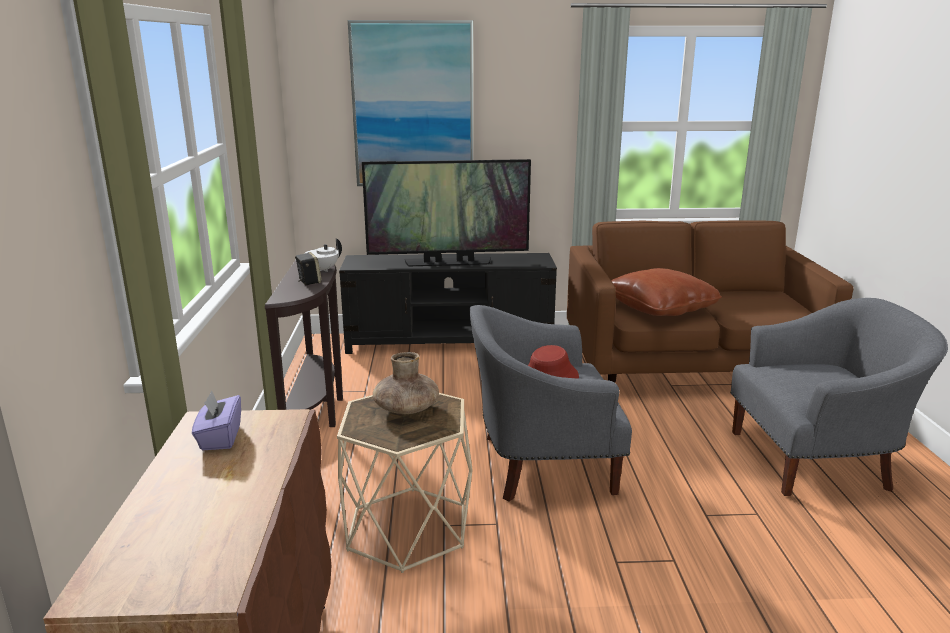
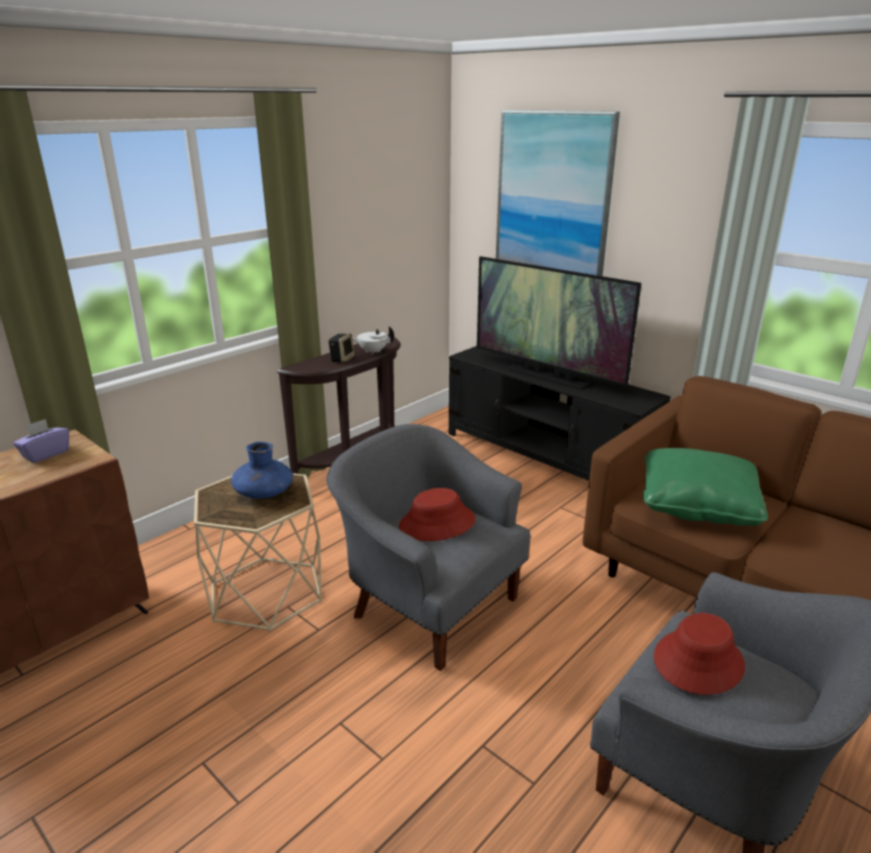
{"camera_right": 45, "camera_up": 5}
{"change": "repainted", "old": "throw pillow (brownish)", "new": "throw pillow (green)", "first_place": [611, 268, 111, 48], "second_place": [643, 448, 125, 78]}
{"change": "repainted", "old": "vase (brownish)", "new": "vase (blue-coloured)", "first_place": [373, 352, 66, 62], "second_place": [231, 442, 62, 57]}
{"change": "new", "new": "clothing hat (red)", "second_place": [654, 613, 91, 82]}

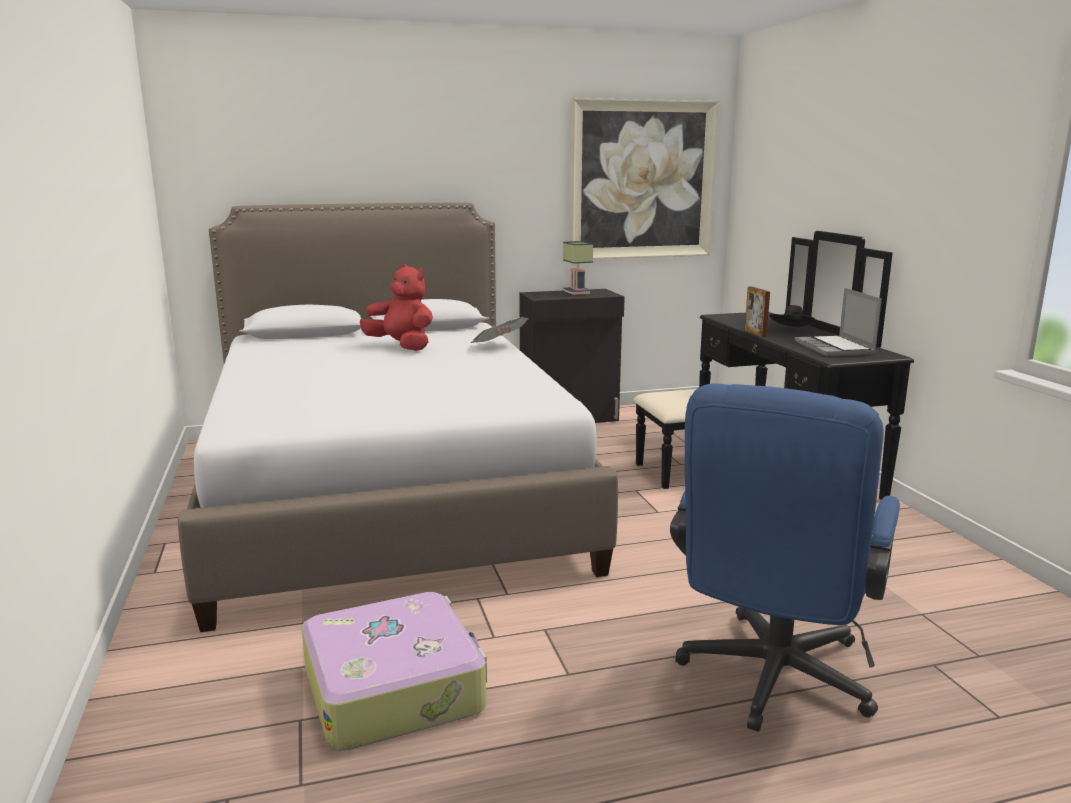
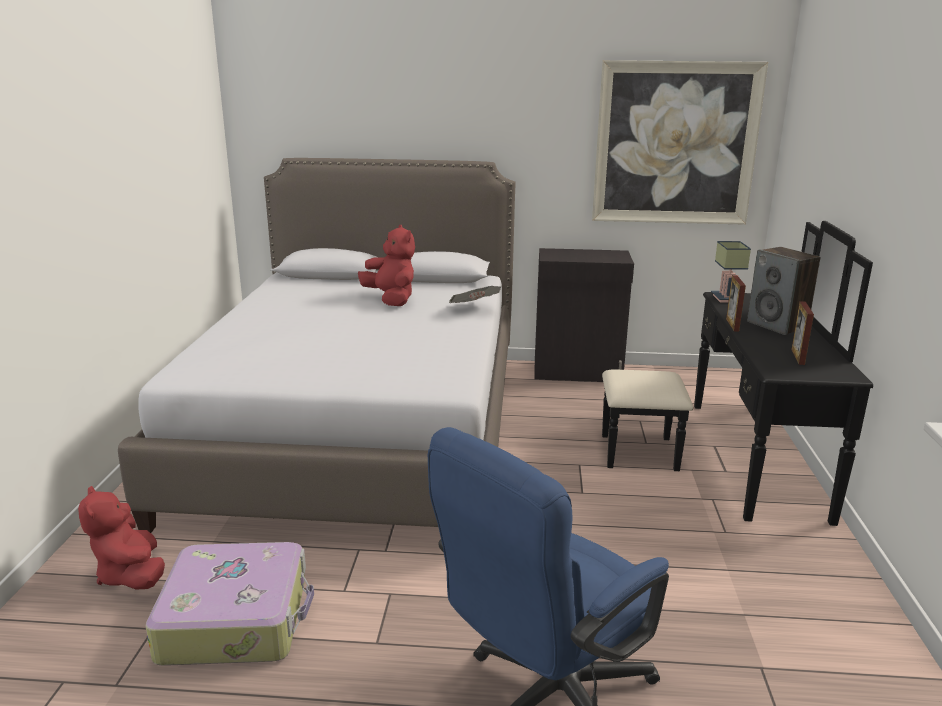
{"camera_right": 20, "camera_up": 5}
{"change": "shifted", "old": "table lamp", "first_place": [563, 241, 30, 54], "second_place": [711, 241, 40, 62]}
{"change": "swapped", "old": "notebook computer", "new": "standing frame", "first_place": [795, 288, 87, 68], "second_place": [791, 301, 23, 64]}
{"change": "swapped", "old": "clothing hat (black-coloured)", "new": "speaker", "first_place": [770, 305, 46, 23], "second_place": [747, 247, 73, 88]}
{"change": "new", "new": "cuddly toy (red)", "second_place": [78, 486, 87, 104]}

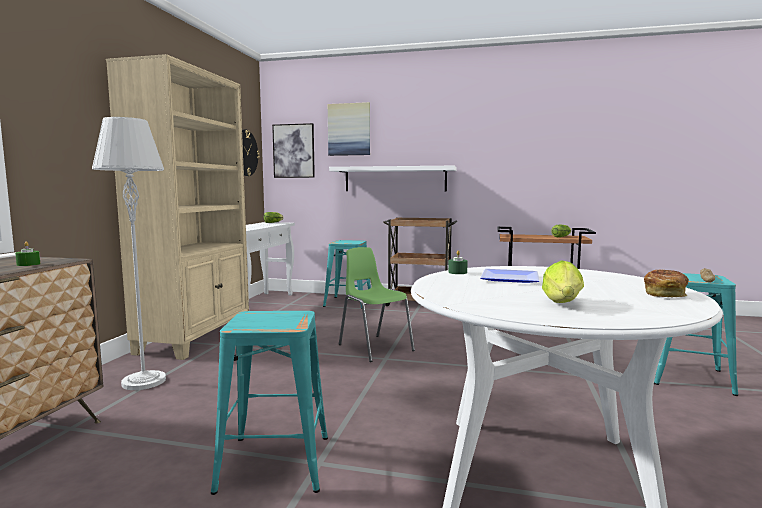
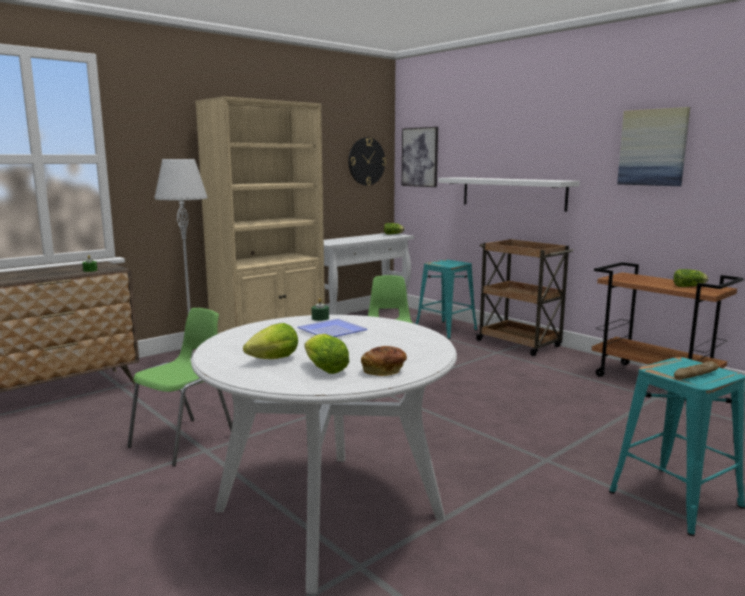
{"camera_right": 35, "camera_up": 5}
{"change": "shifted", "old": "picture", "first_place": [328, 102, 42, 54], "second_place": [617, 107, 73, 79]}
{"change": "swapped", "old": "stool (blue-green)", "new": "plain chair (green)", "first_place": [211, 311, 117, 184], "second_place": [127, 308, 105, 158]}
{"change": "new", "new": "lettuce", "second_place": [304, 334, 45, 40]}

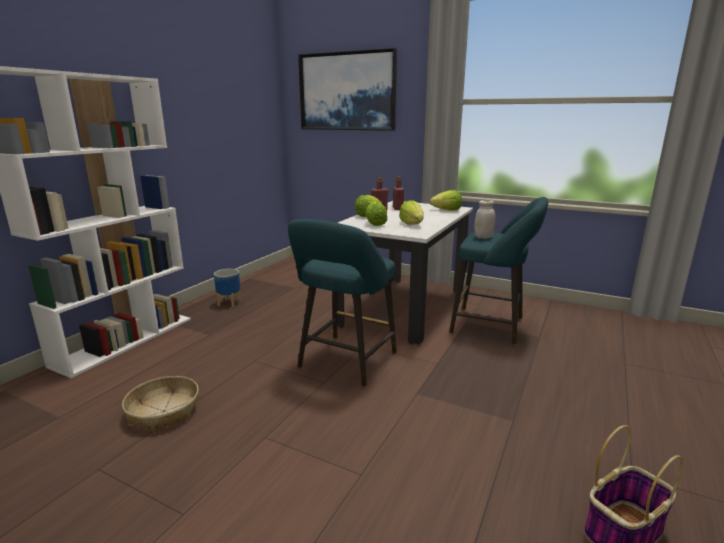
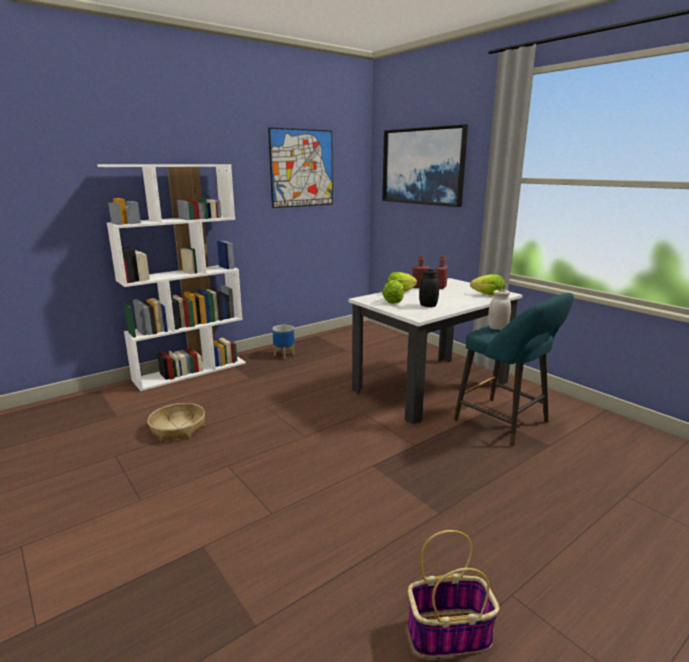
{"camera_right": 25, "camera_up": 0}
{"change": "swapped", "old": "lettuce", "new": "jar (black-coloured)", "first_place": [399, 200, 25, 25], "second_place": [419, 269, 20, 38]}
{"change": "gone", "old": "stool (blue-green)", "first_place": [288, 219, 109, 168]}
{"change": "new", "new": "picture", "second_place": [268, 127, 65, 81]}

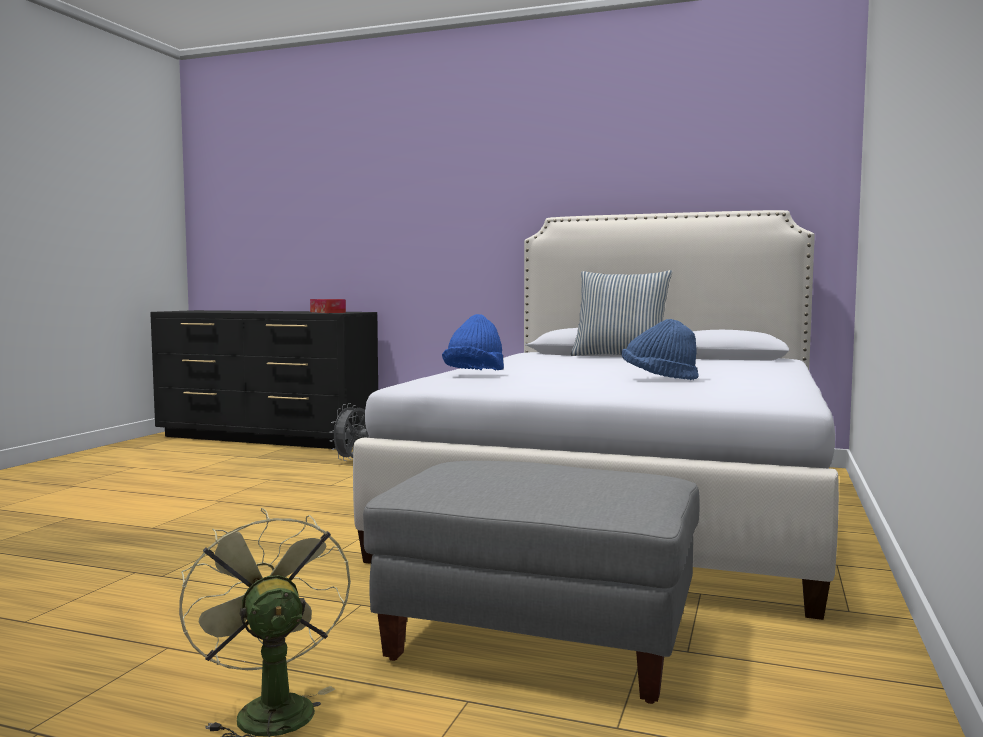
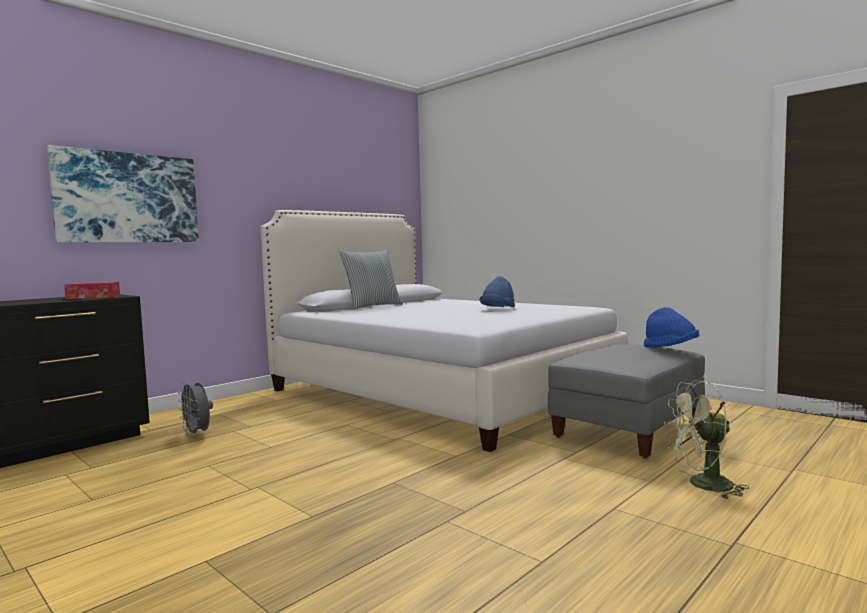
{"camera_right": -65, "camera_up": 0}
{"change": "shifted", "old": "clothing hat (blue-coloured)", "first_place": [442, 314, 62, 56], "second_place": [644, 307, 55, 41]}
{"change": "new", "new": "picture", "second_place": [47, 145, 152, 98]}

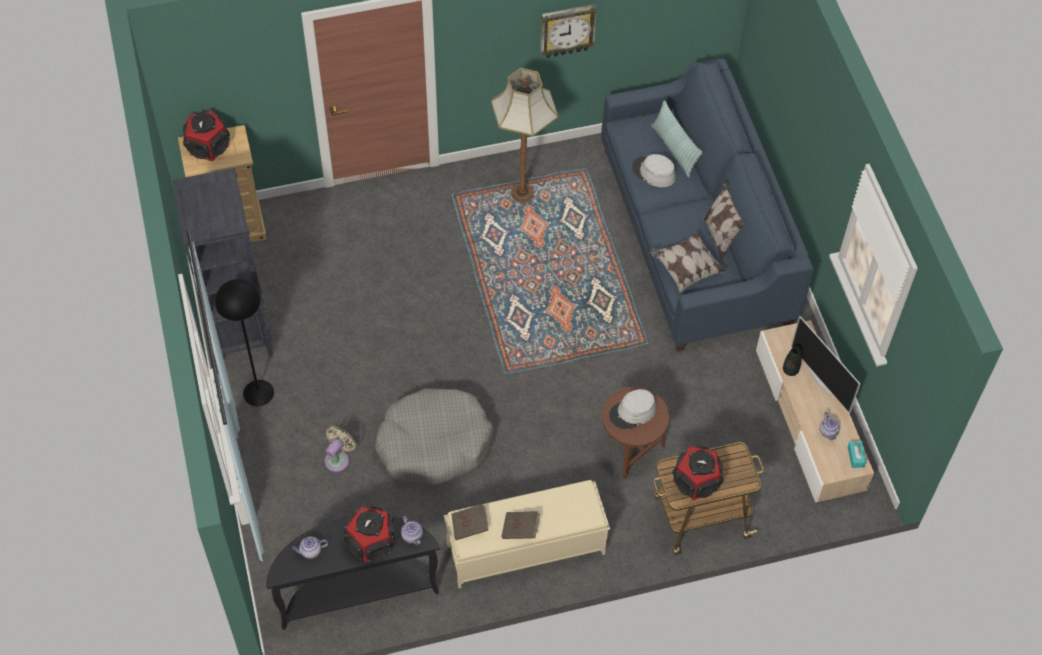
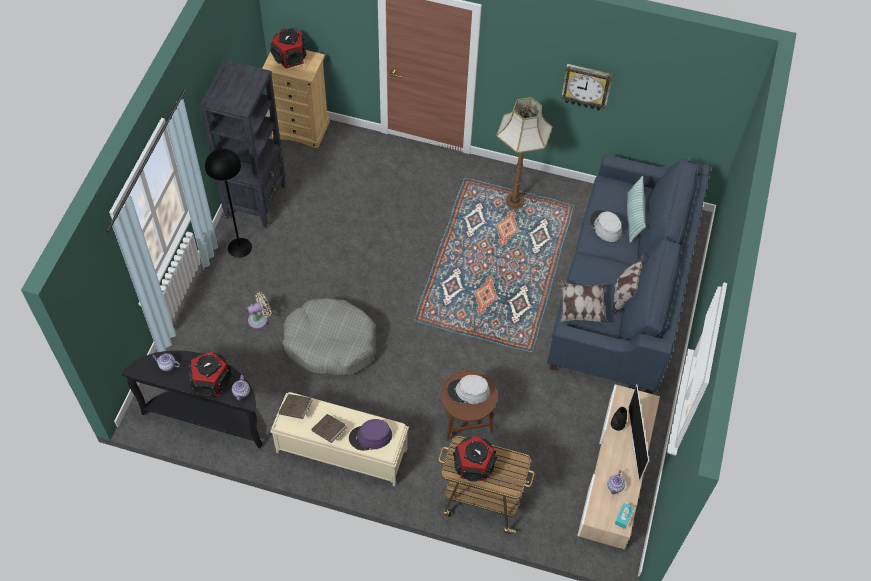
{"camera_right": 30, "camera_up": 0}
{"change": "new", "new": "clothing hat (purple)", "second_place": [349, 419, 43, 32]}

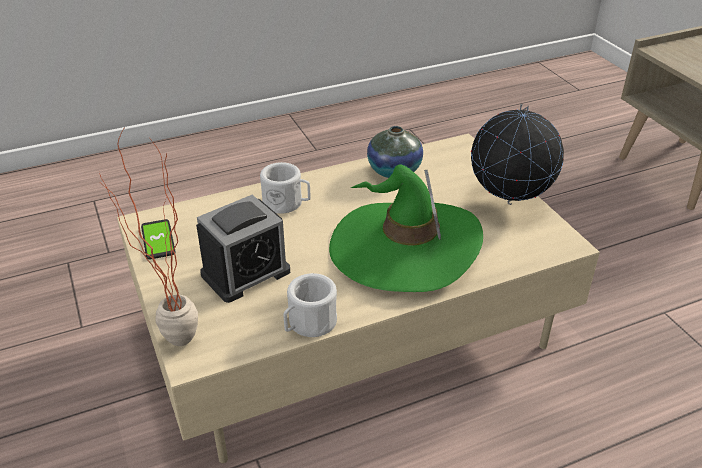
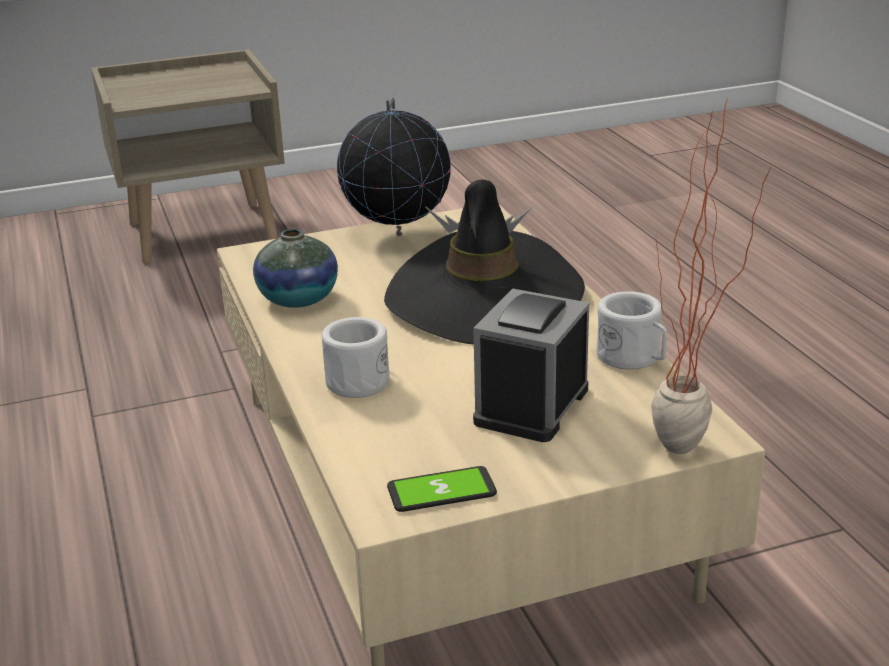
{"camera_right": -85, "camera_up": -10}
{"change": "repainted", "old": "clothing hat (green)", "new": "clothing hat (black-coloured)", "first_place": [329, 164, 154, 128], "second_place": [384, 179, 201, 166]}
{"change": "rotated", "old": "alarm clock", "first_place": [196, 195, 94, 108], "second_place": [473, 288, 116, 154], "degrees": -120}

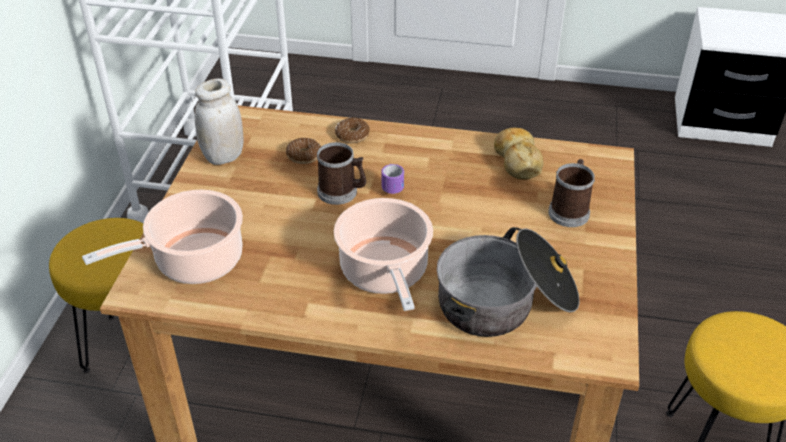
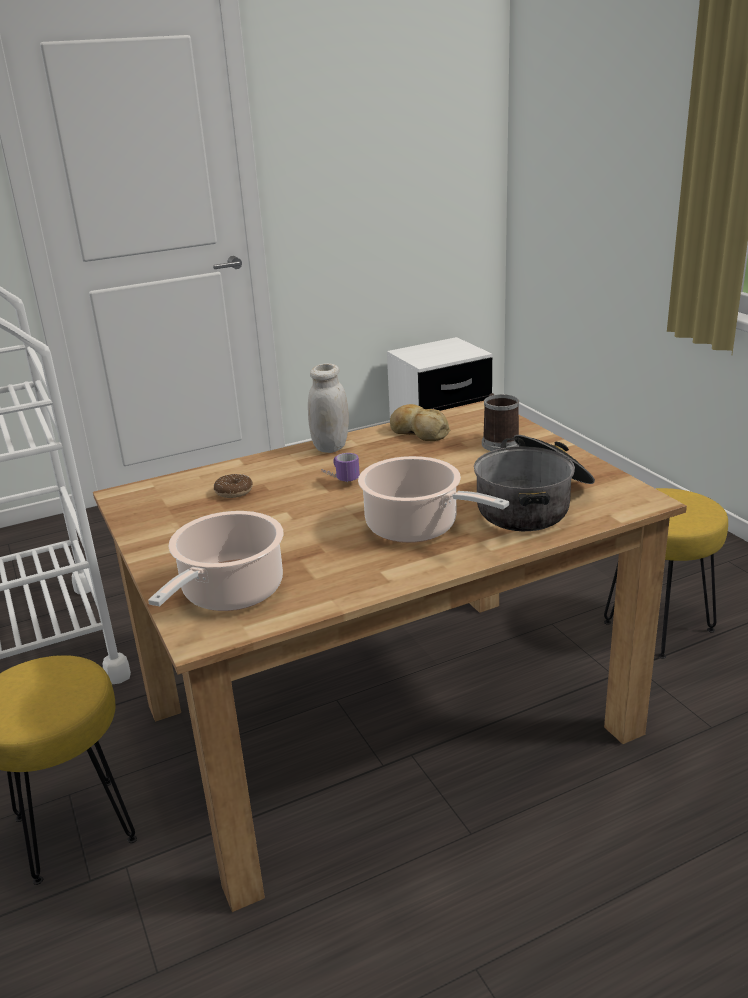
{"camera_right": -35, "camera_up": -15}
{"change": "shifted", "old": "jar (white)", "first_place": [195, 78, 48, 87], "second_place": [308, 363, 41, 90]}
{"change": "gone", "old": "doughnut", "first_place": [335, 117, 35, 26]}
{"change": "gone", "old": "tea mug", "first_place": [317, 142, 49, 63]}

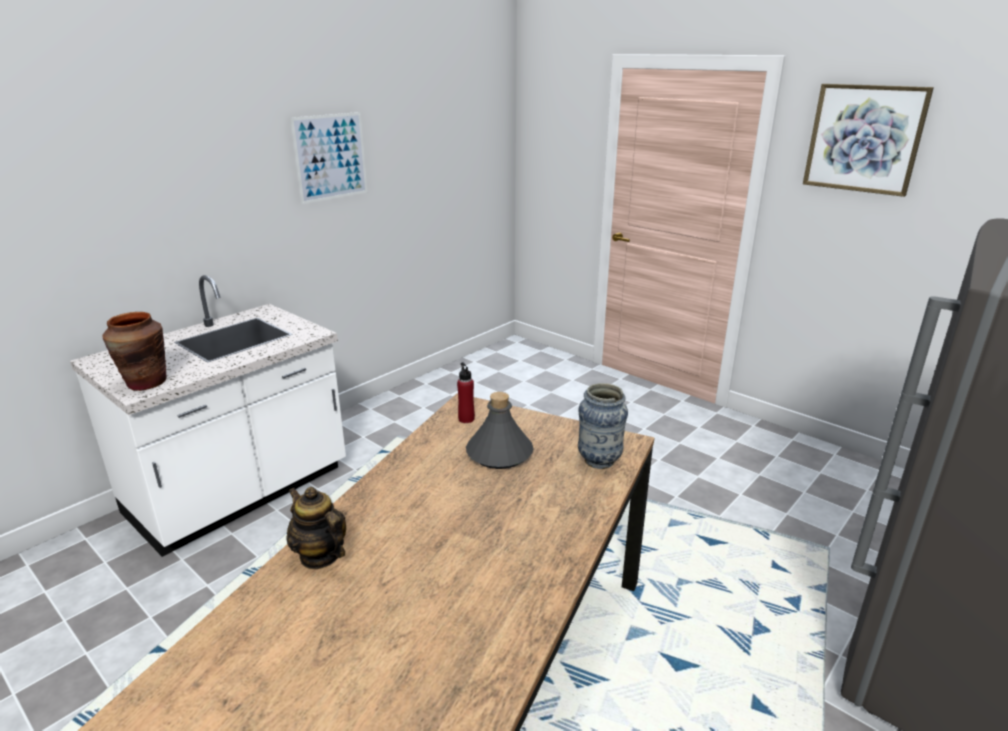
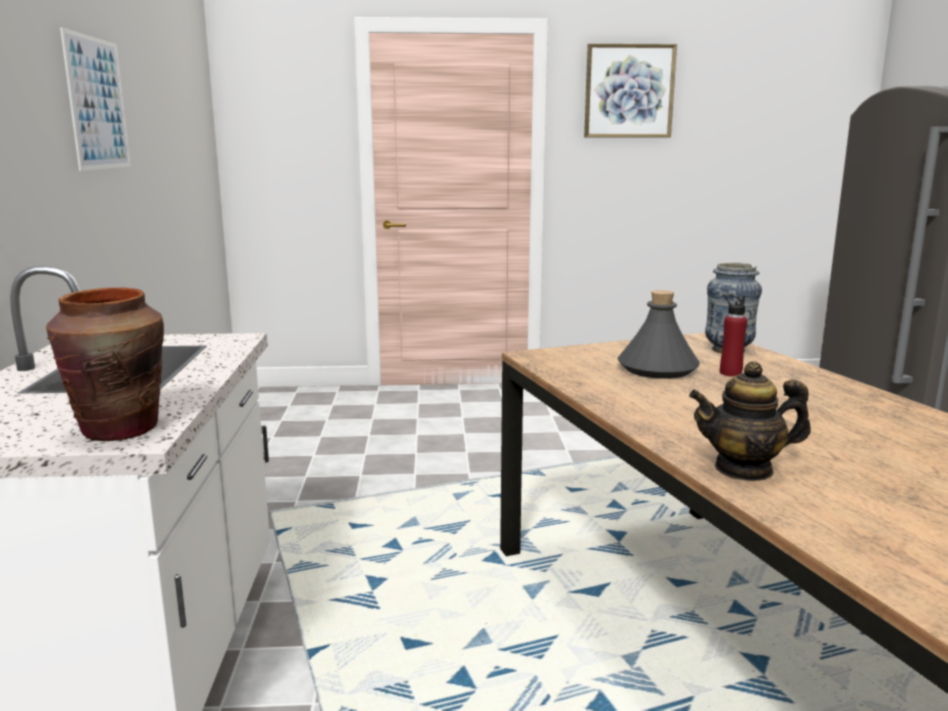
{"camera_right": -45, "camera_up": -10}
{"change": "shifted", "old": "beverage bottle (red)", "first_place": [457, 362, 18, 61], "second_place": [720, 294, 27, 83]}

